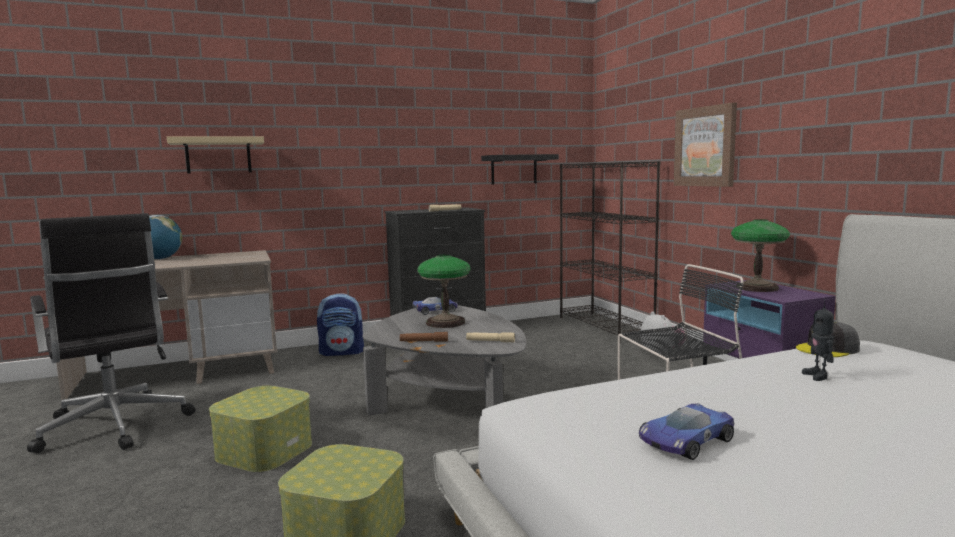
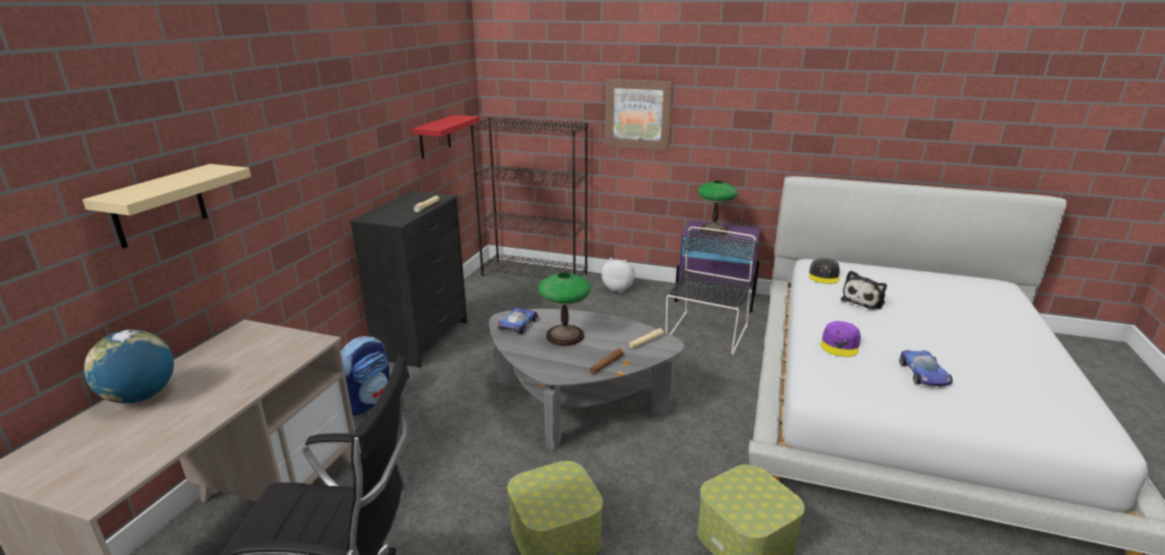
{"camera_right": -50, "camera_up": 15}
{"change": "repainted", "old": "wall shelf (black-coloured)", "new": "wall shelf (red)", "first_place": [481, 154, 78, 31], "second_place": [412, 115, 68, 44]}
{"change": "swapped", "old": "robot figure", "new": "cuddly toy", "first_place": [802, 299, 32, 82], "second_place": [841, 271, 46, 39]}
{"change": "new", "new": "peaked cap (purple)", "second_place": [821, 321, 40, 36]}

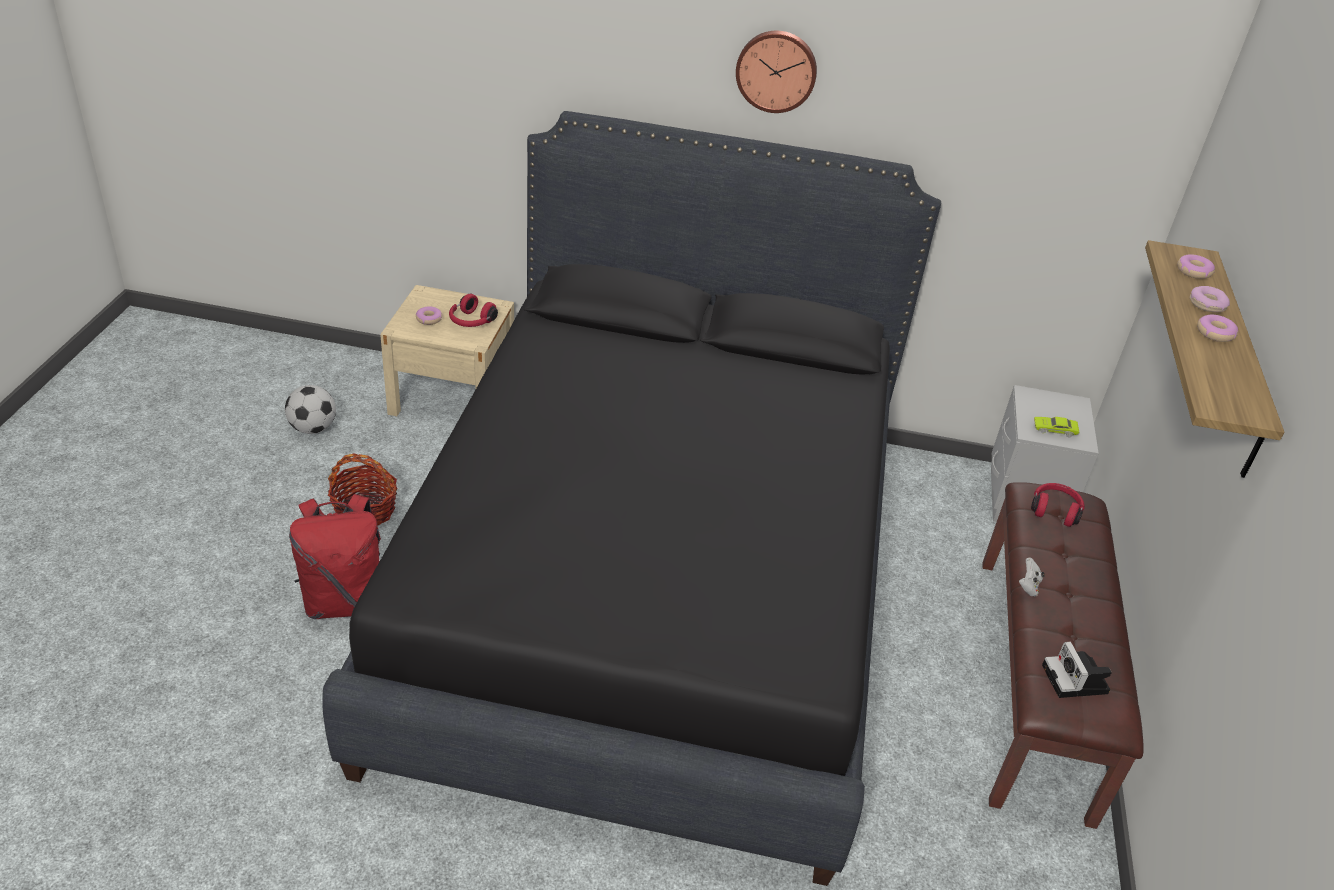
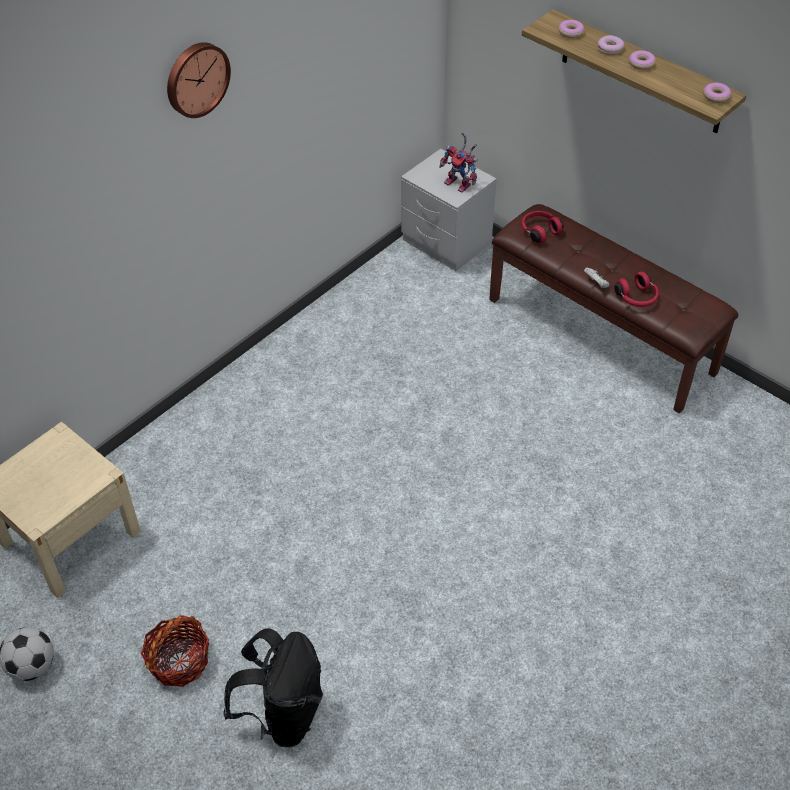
{"camera_right": -55, "camera_up": 10}
{"change": "gone", "old": "bed (black-coloured)", "first_place": [322, 111, 619, 775]}
{"change": "shifted", "old": "headphones (red)", "first_place": [449, 294, 49, 33], "second_place": [614, 272, 45, 35]}
{"change": "shifted", "old": "doughnut", "first_place": [416, 306, 26, 19], "second_place": [703, 83, 28, 20]}
{"change": "swapped", "old": "miniature car (green)", "new": "robot figure", "first_place": [1034, 417, 46, 21], "second_place": [439, 132, 39, 61]}
{"change": "repainted", "old": "backpack (red)", "new": "backpack (black-coloured)", "first_place": [289, 494, 92, 125], "second_place": [223, 628, 100, 119]}
{"change": "gone", "old": "still camera", "first_place": [1042, 642, 70, 56]}

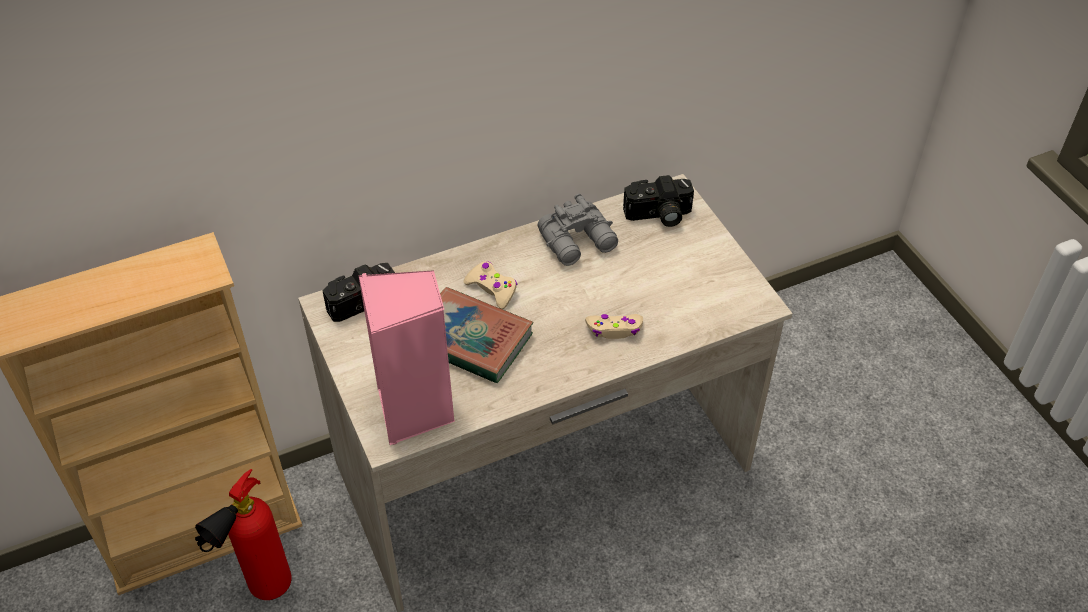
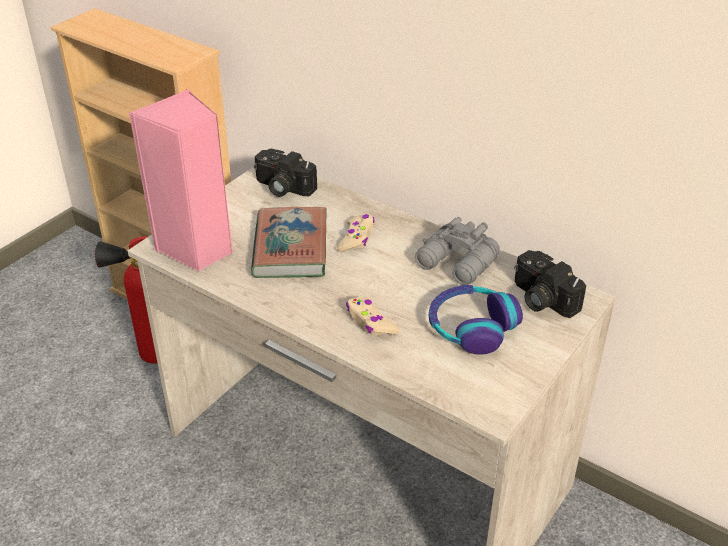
{"camera_right": 60, "camera_up": -10}
{"change": "new", "new": "headphones", "second_place": [429, 285, 94, 70]}

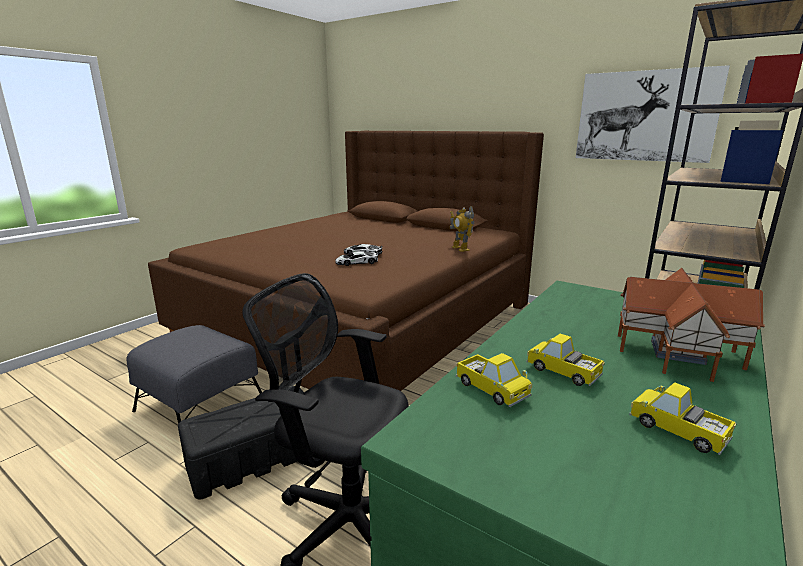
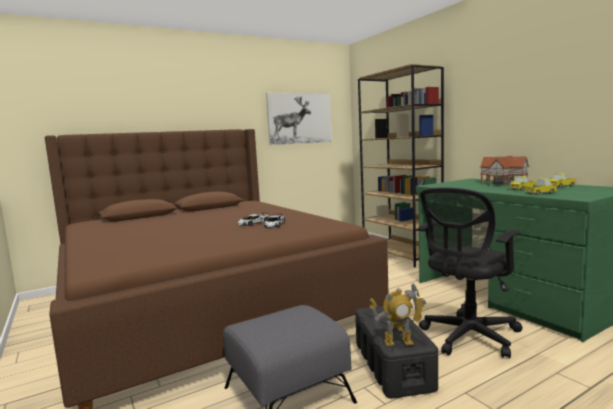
{"camera_right": -65, "camera_up": -10}
{"change": "shifted", "old": "robot figure", "first_place": [450, 206, 24, 46], "second_place": [369, 283, 57, 63]}

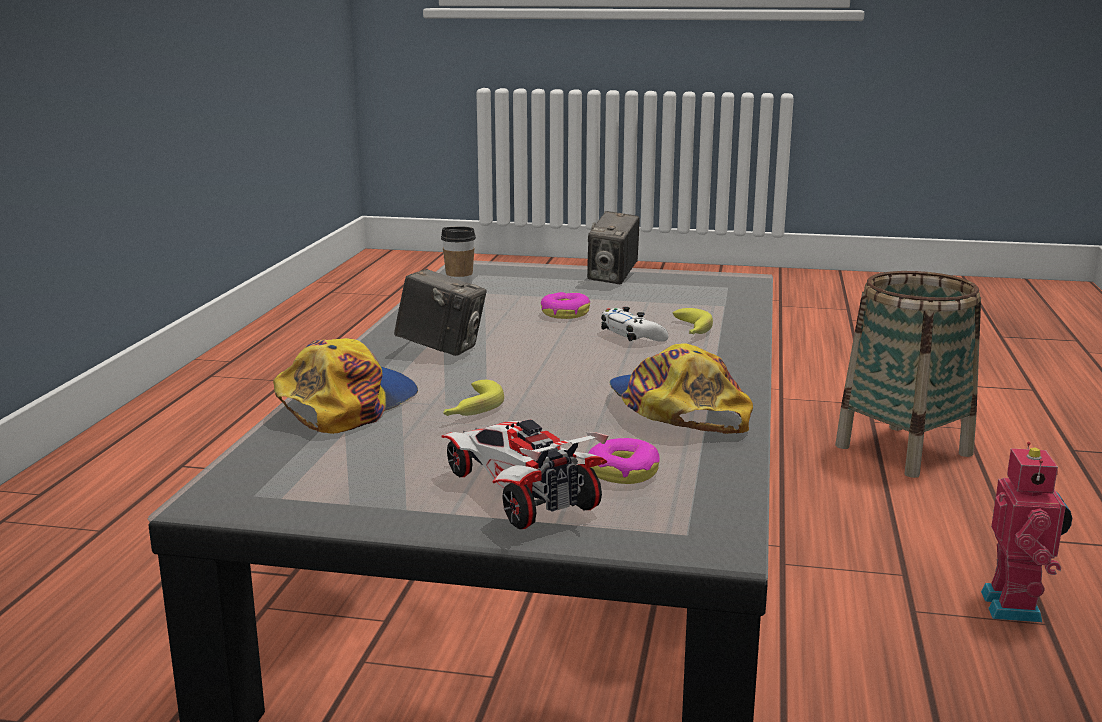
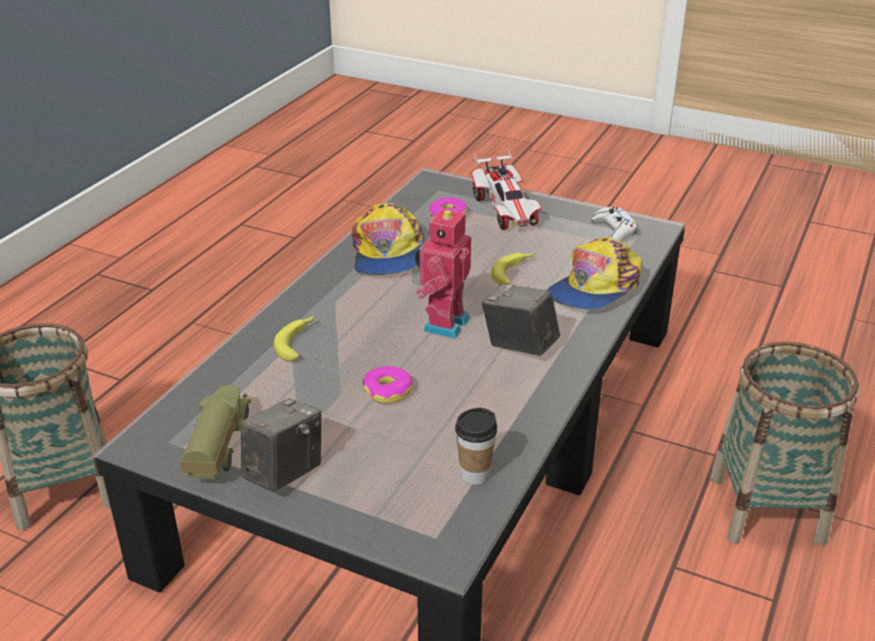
{"camera_right": -165, "camera_up": 15}
{"change": "shifted", "old": "gamepad (white)", "first_place": [601, 307, 68, 35], "second_place": [591, 207, 46, 35]}
{"change": "shifted", "old": "robot figure", "first_place": [981, 442, 91, 180], "second_place": [415, 205, 56, 134]}
{"change": "new", "new": "storage basket", "second_place": [710, 342, 149, 203]}
{"change": "new", "new": "model truck", "second_place": [180, 385, 71, 94]}

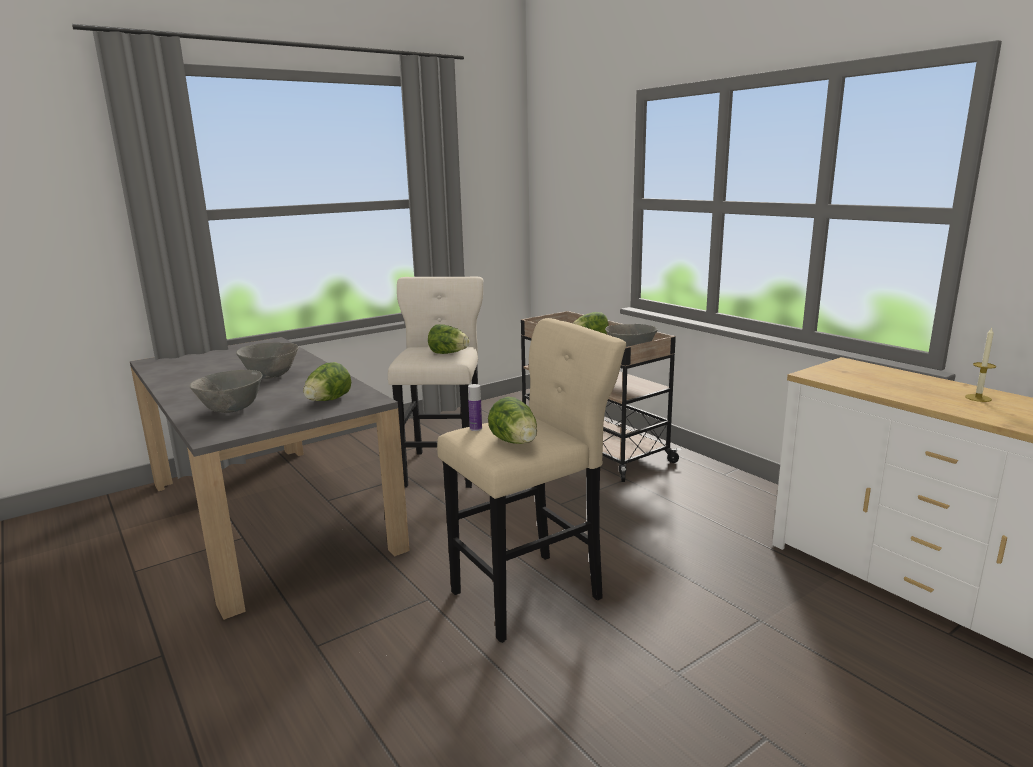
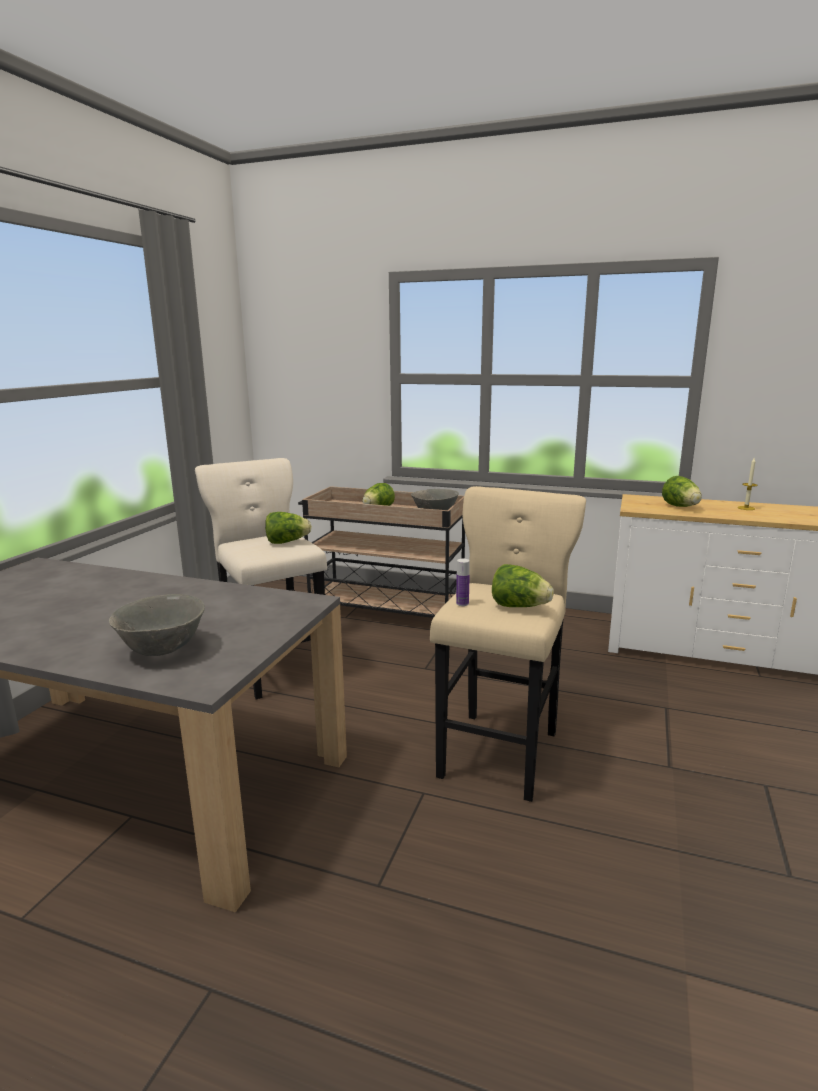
{"camera_right": -35, "camera_up": 0}
{"change": "gone", "old": "bowl (gray)", "first_place": [236, 342, 63, 37]}
{"change": "shifted", "old": "lettuce", "first_place": [303, 362, 48, 39], "second_place": [662, 476, 40, 31]}

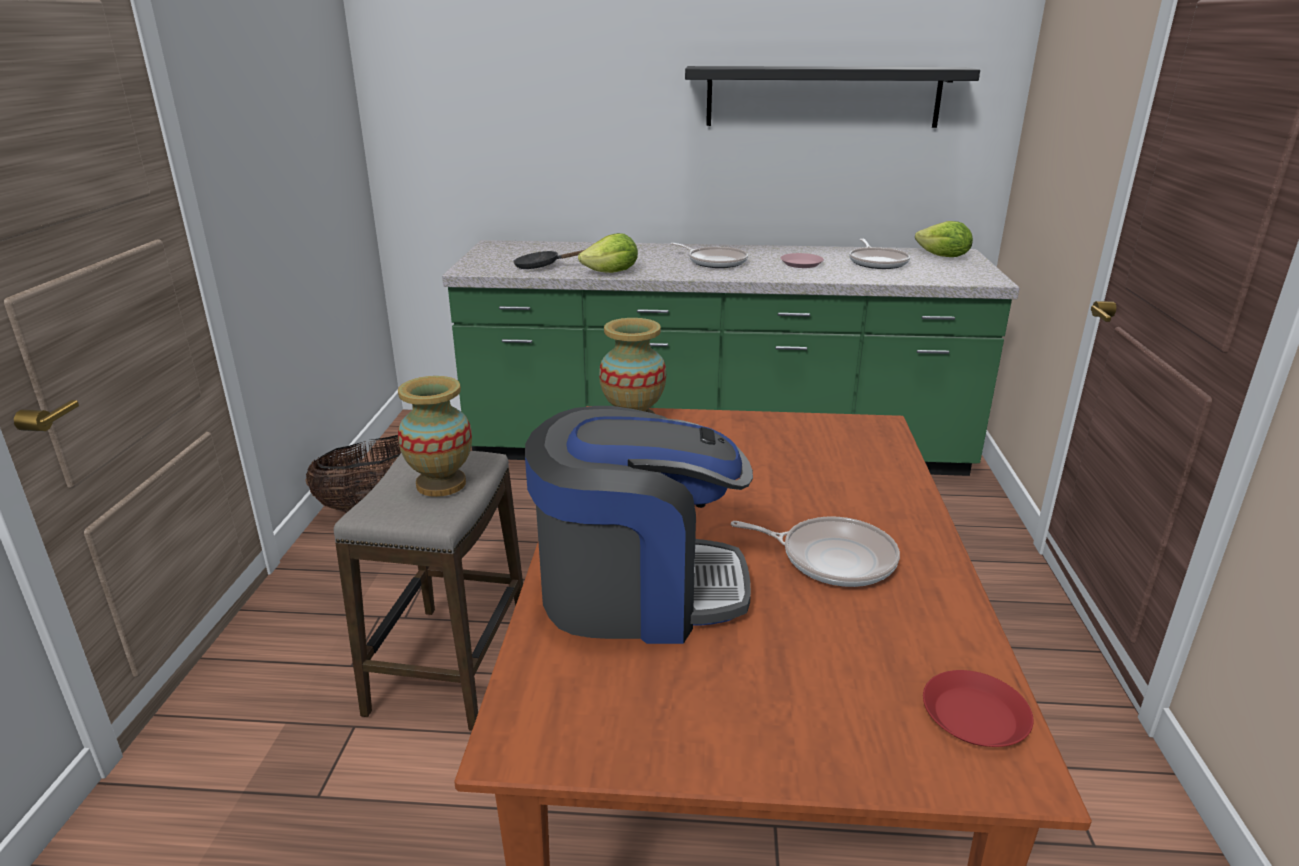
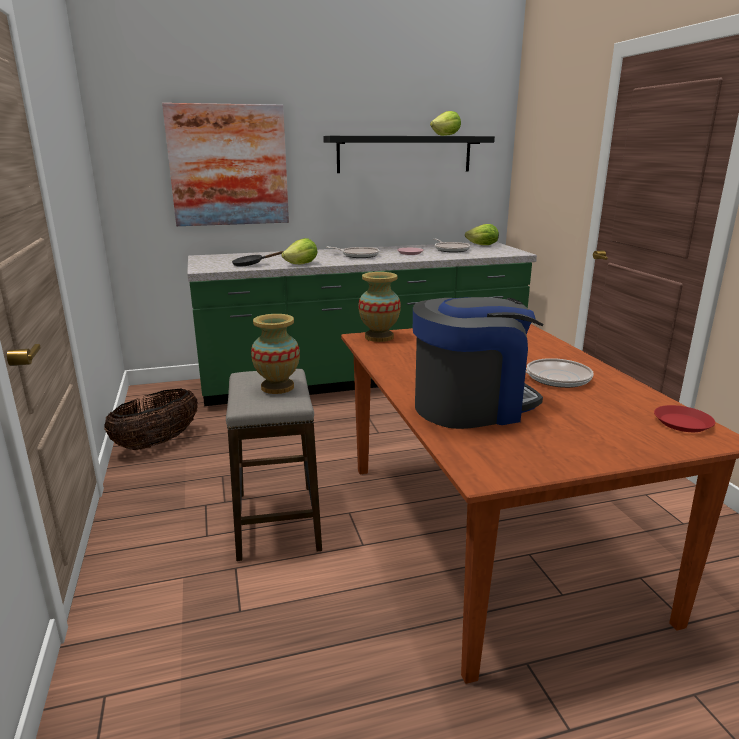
{"camera_right": -20, "camera_up": -5}
{"change": "new", "new": "picture", "second_place": [162, 103, 127, 123]}
{"change": "new", "new": "lettuce", "second_place": [430, 111, 31, 25]}

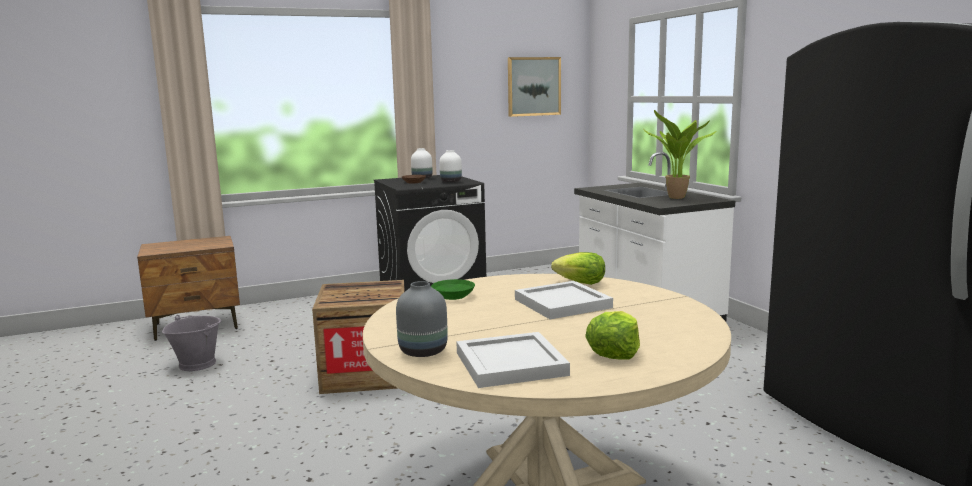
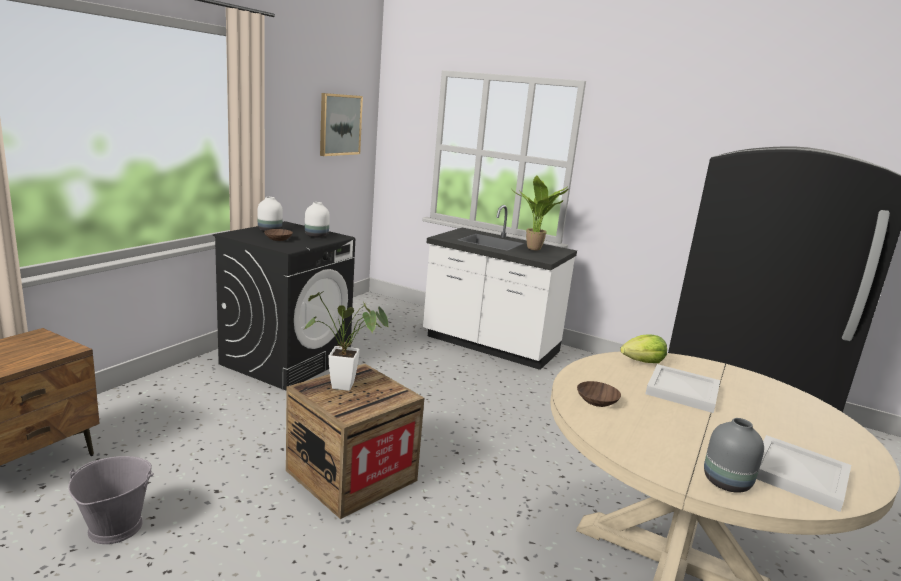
{"camera_right": -40, "camera_up": 5}
{"change": "repainted", "old": "bowl (green)", "new": "bowl (brownish)", "first_place": [431, 279, 44, 21], "second_place": [577, 381, 44, 26]}
{"change": "gone", "old": "lettuce", "first_place": [585, 311, 55, 49]}
{"change": "new", "new": "houseplant", "second_place": [303, 291, 86, 100]}

